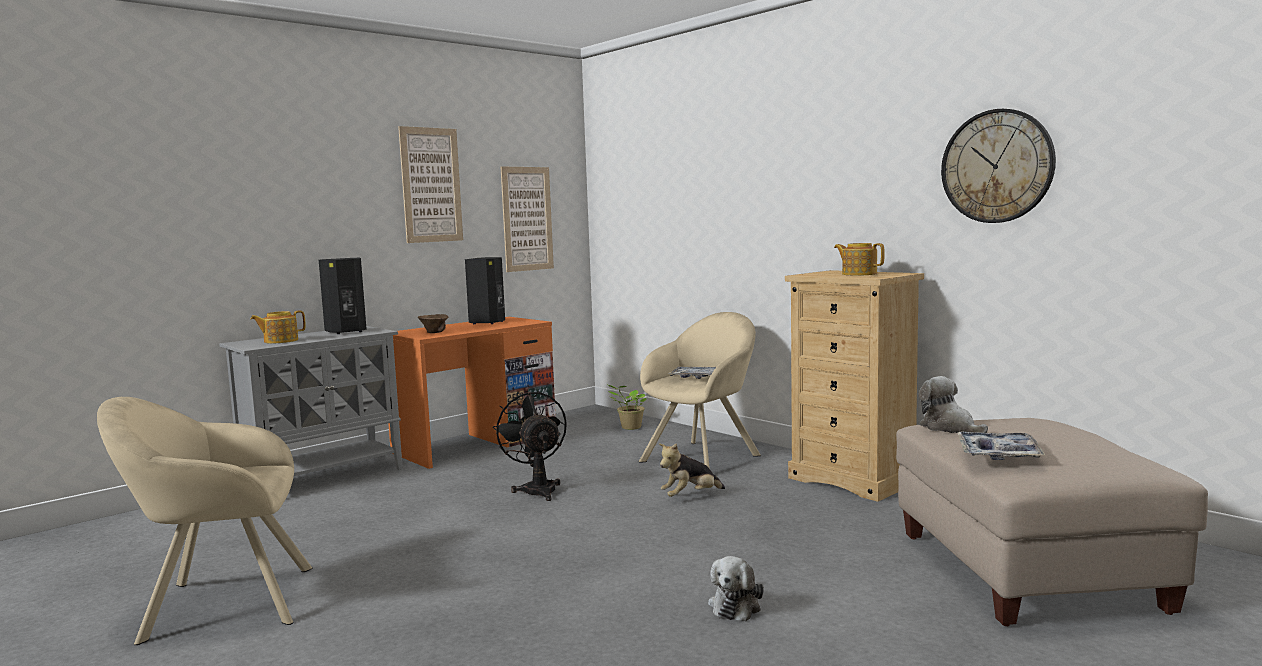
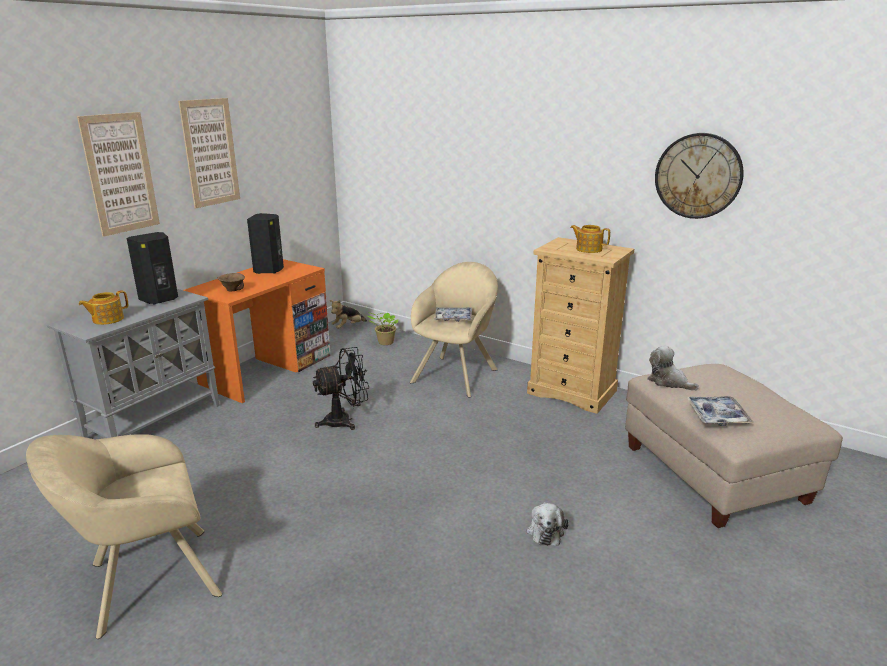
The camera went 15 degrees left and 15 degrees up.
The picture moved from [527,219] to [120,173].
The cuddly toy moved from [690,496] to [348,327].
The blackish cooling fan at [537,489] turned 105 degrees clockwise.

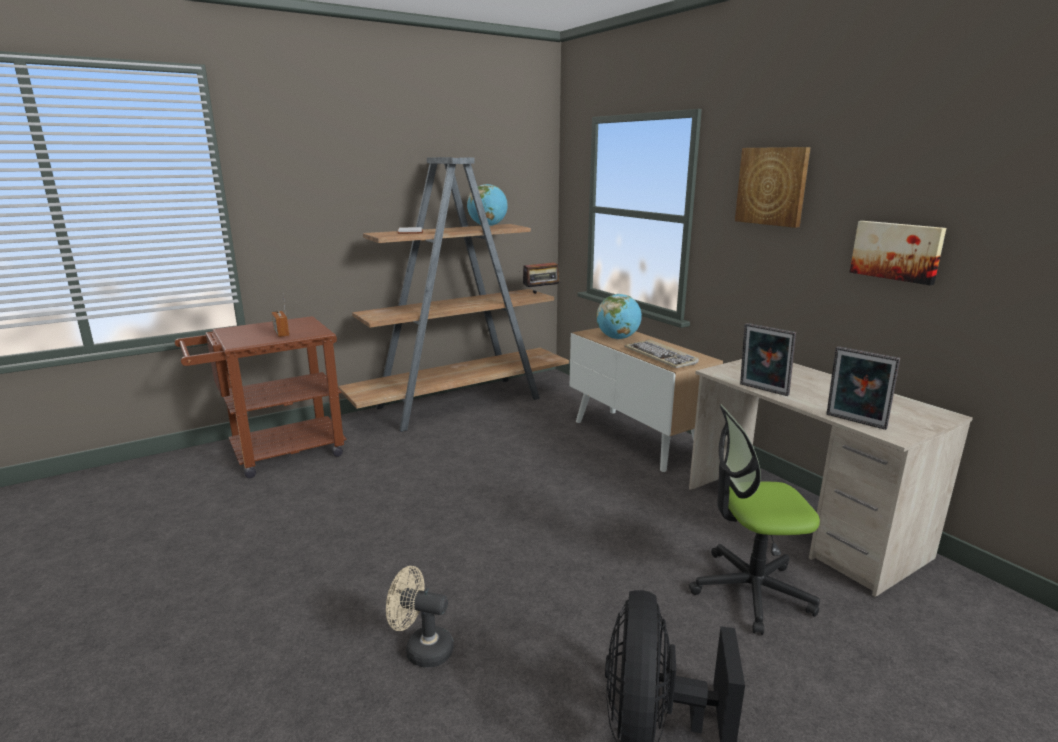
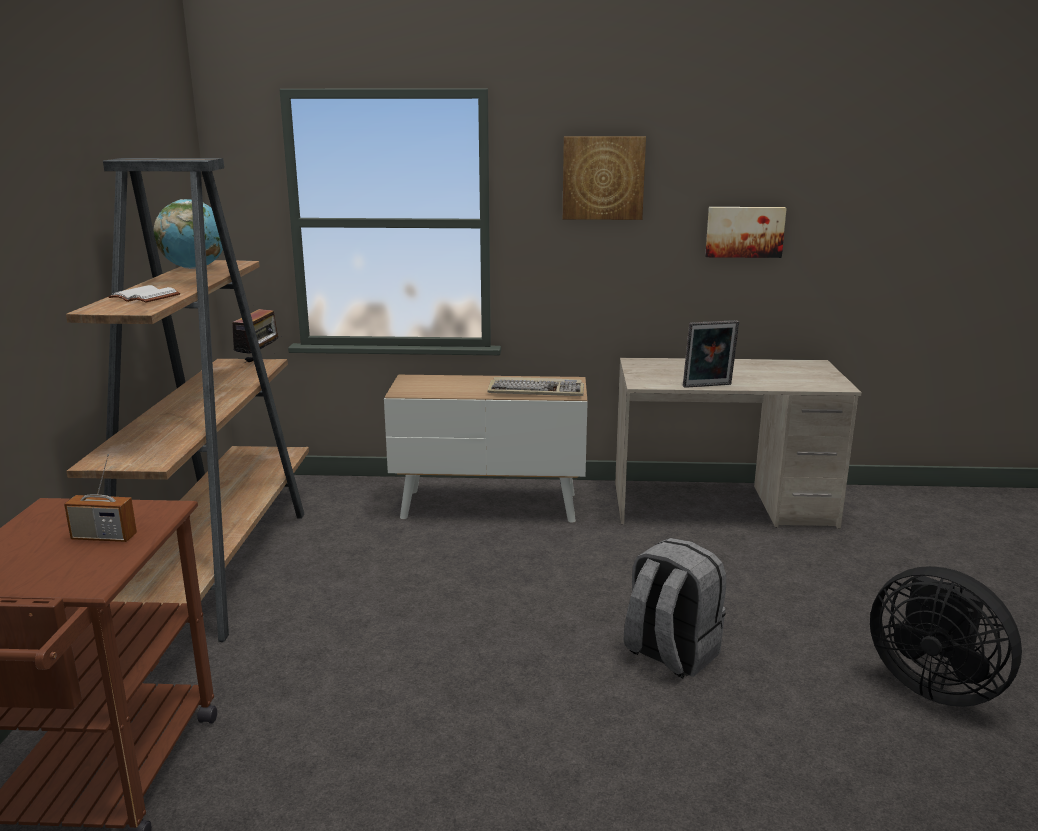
The camera went 55 degrees left and 0 degrees up.
The beige-coloured cooling fan at [422,649] disappeared.
The desk globe at [618,338] disappeared.
The office chair at [750,590] disappeared.
The standing frame at [854,422] disappeared.
The greyish backpack at [670,654] appeared.

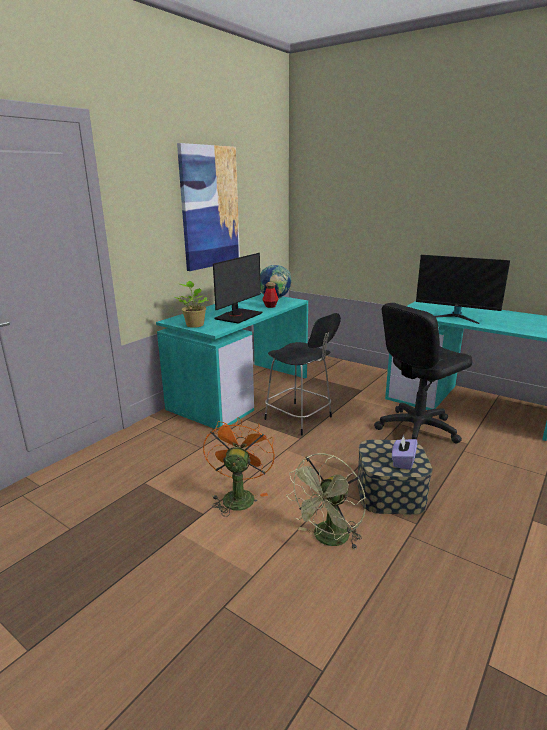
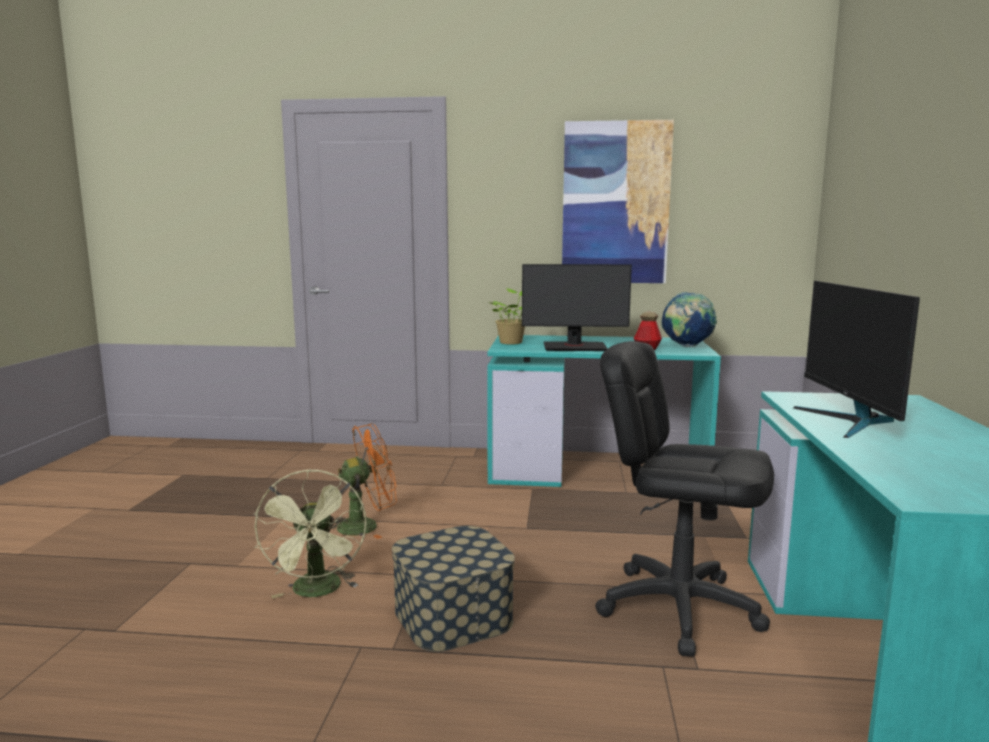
The camera went 60 degrees right and 10 degrees down.
The blackish chair at [300,419] disappeared.
The purplish tissue box at [403,461] disappeared.
The green cooling fan at [328,540] turned 105 degrees counterclockwise.

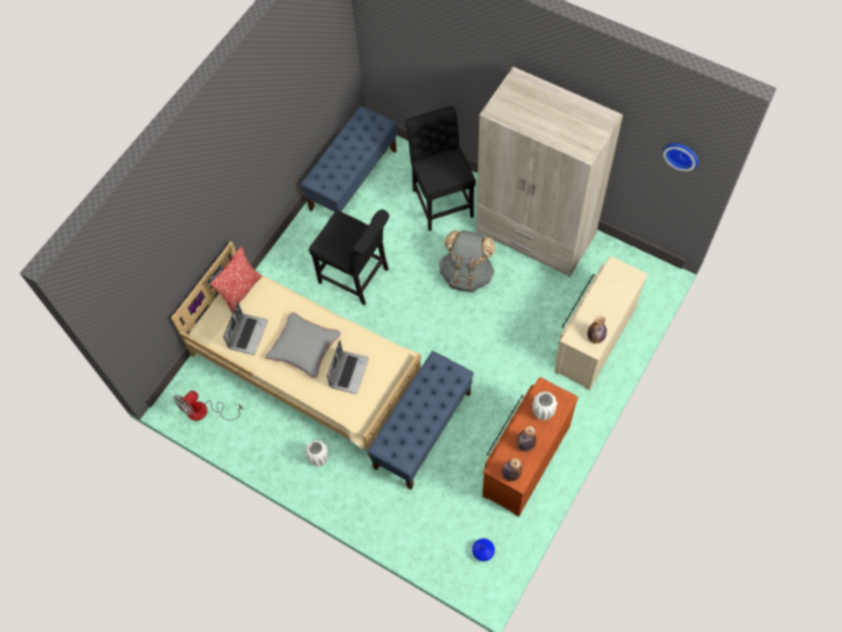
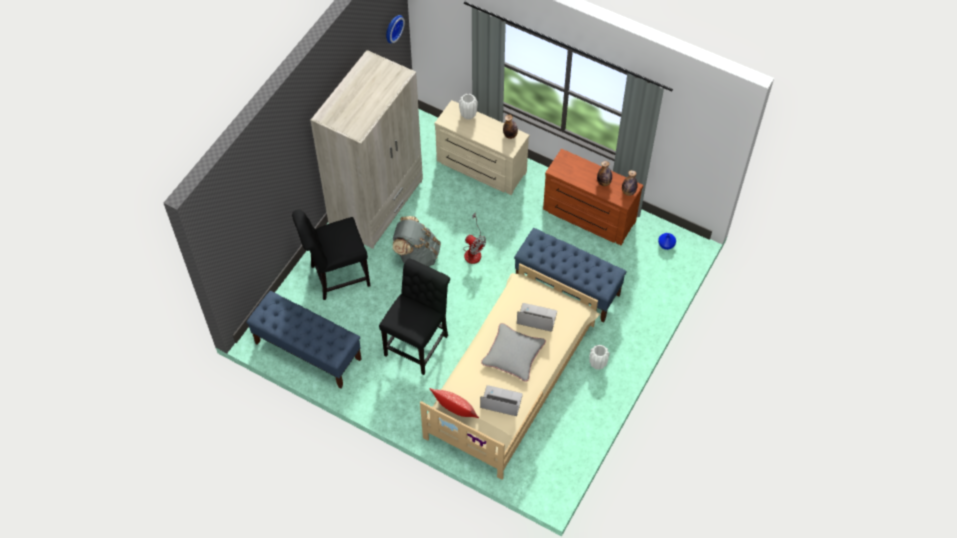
The camera went 95 degrees left and 5 degrees down.
The cooling fan moved from [205,412] to [473,250].
The white decorative vase moved from [542,412] to [468,115].

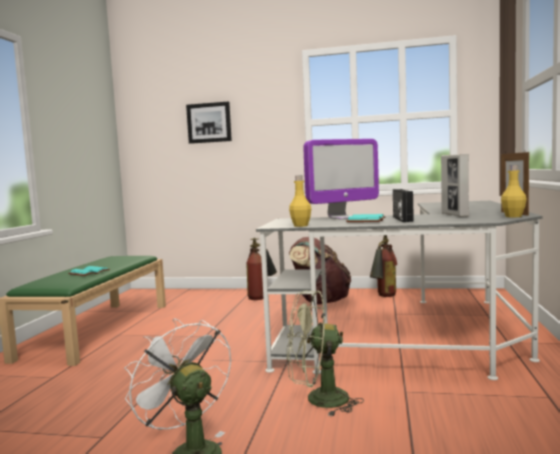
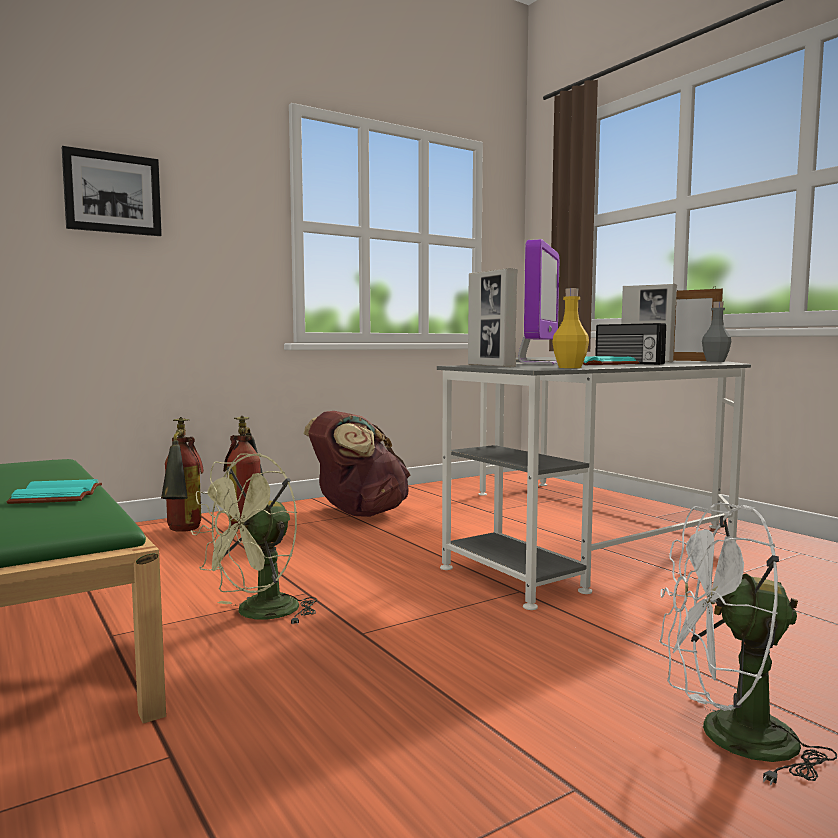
The camera went 45 degrees left and 0 degrees up.
The standing frame at [491,366] appeared.
The green cooling fan moved from [318,401] to [258,614].
The fire extinguisher moved from [383,297] to [181,532].
The yellow bottle at [513,216] became the greyish bottle at [715,361].

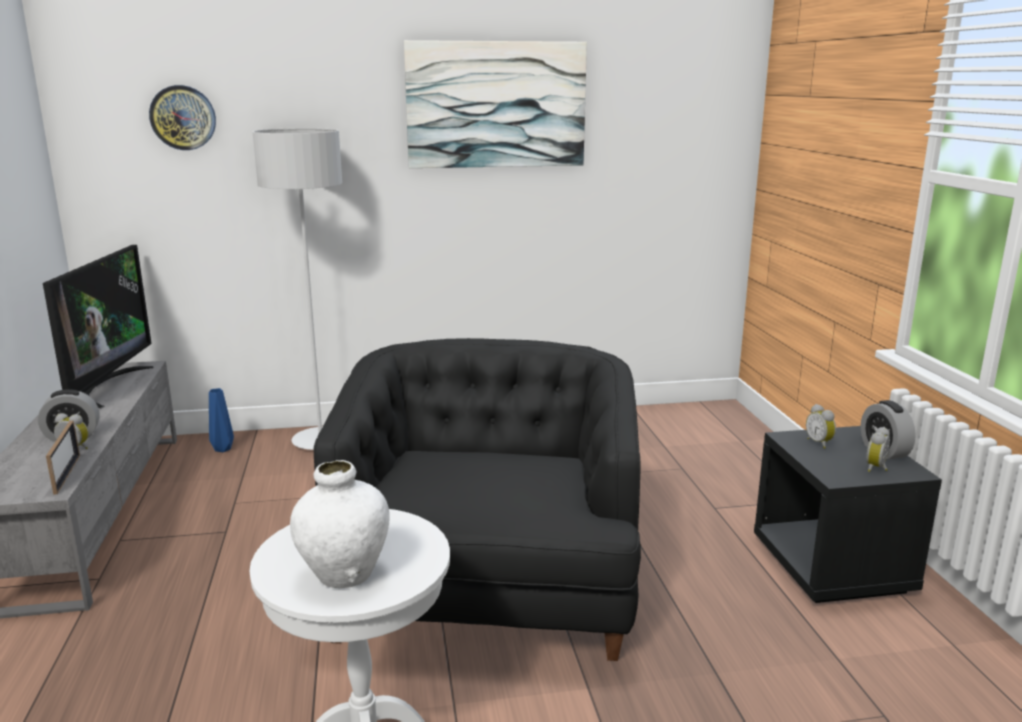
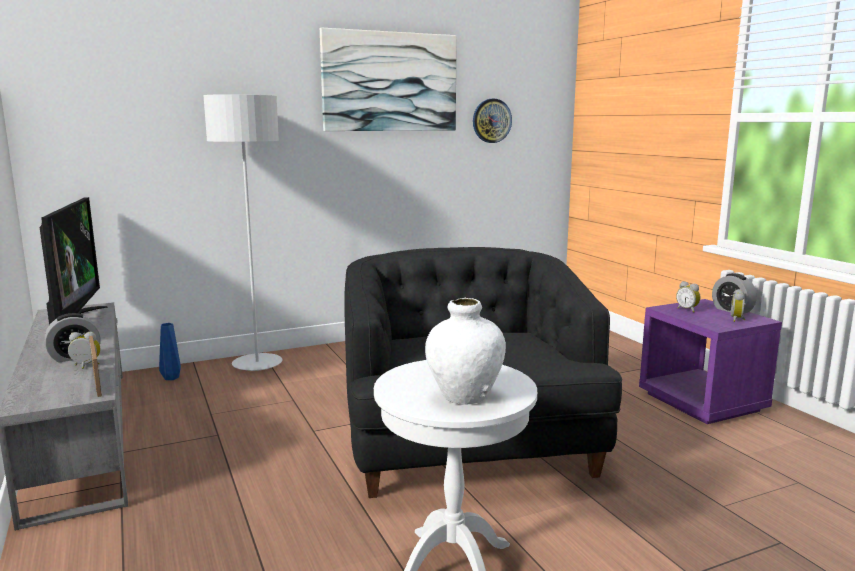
The camera went 15 degrees left and 5 degrees down.
The wall clock moved from [183,117] to [491,120].
The blackish night table at [832,567] became the purplish night table at [702,402].

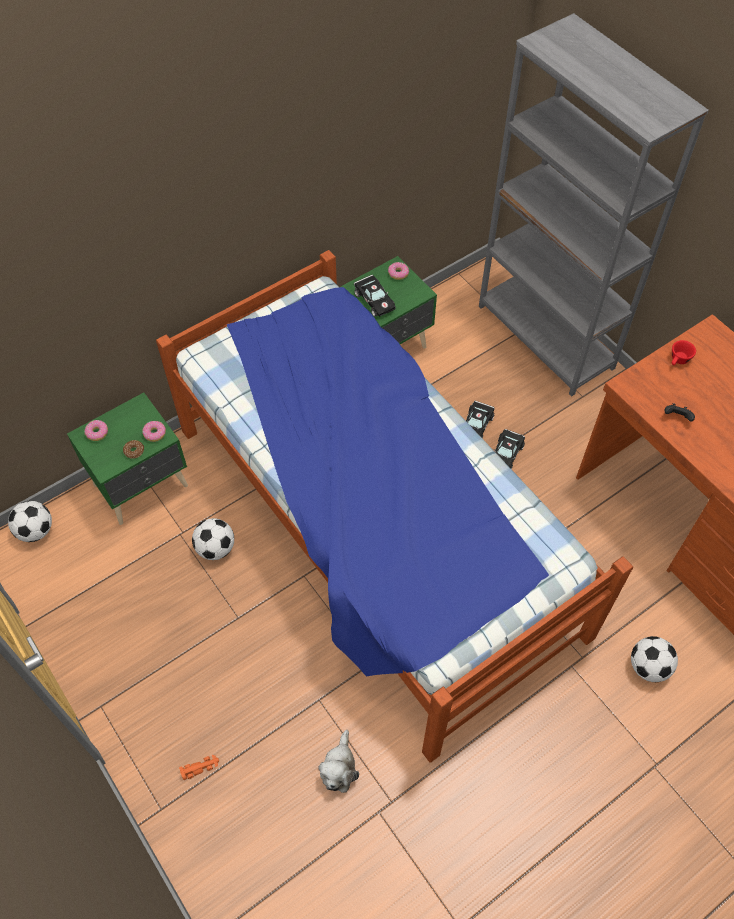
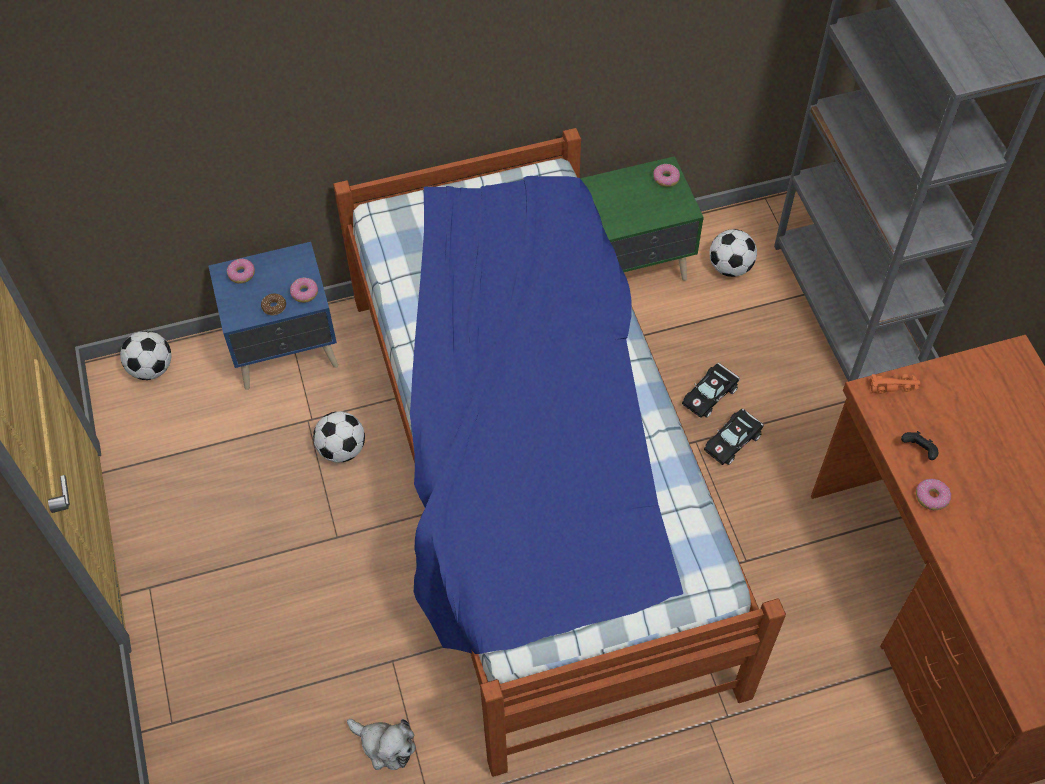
The camera went 20 degrees right and 0 degrees up.
The blackish model car at [374,300] disappeared.
The red small cup at [678,361] disappeared.
The ring doughnut at [931,497] appeared.
The orange-coloured model car moved from [200,767] to [894,386].
The ball for football moved from [648,667] to [730,267].
The green night table at [143,486] became the blue-coloured night table at [287,352].
The cuddly toy at [339,767] turned 90 degrees counterclockwise.

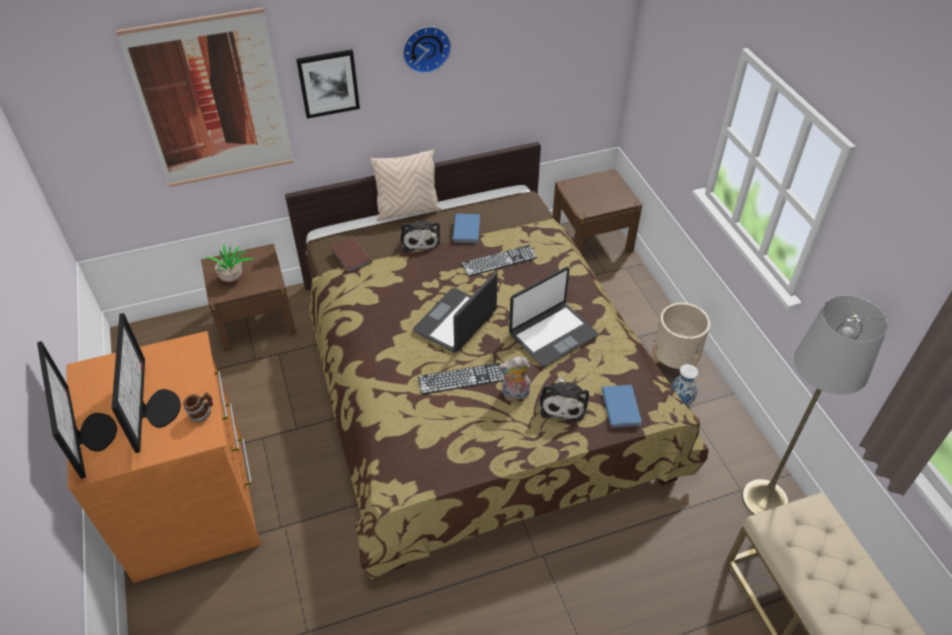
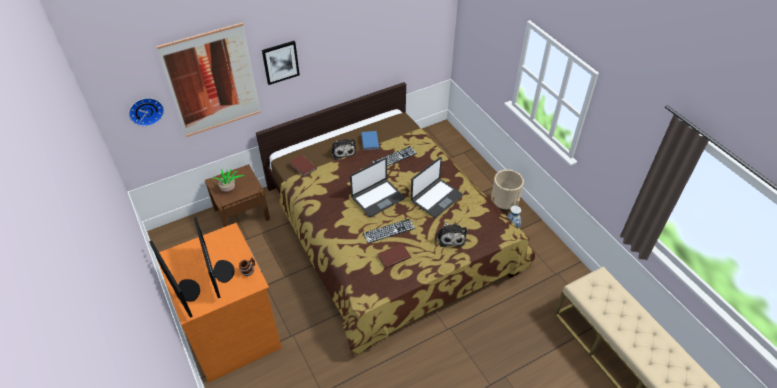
The camera went 10 degrees left and 0 degrees up.
The beige-coloured throw pillow at [407,211] disappeared.
The cuddly toy at [515,394] disappeared.
The brownish night table at [591,240] disappeared.
The blue-coloured bound book at [622,406] disappeared.
The greyish floor lamp at [765,499] disappeared.
The brownish bound book at [393,256] appeared.
The wall clock moved from [425,48] to [145,110].
The notebook computer at [456,322] turned 150 degrees counterclockwise.

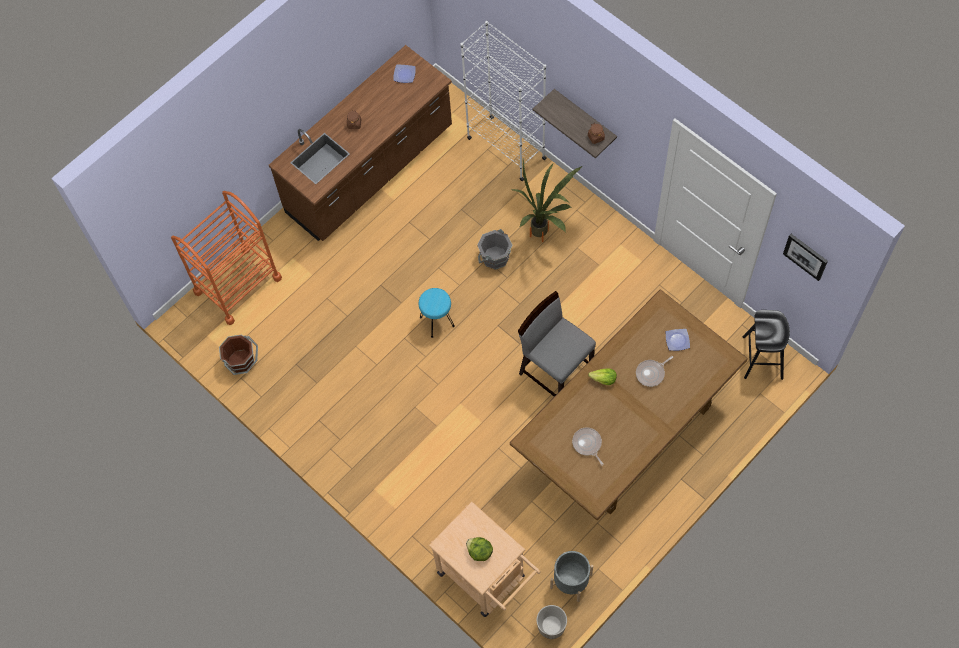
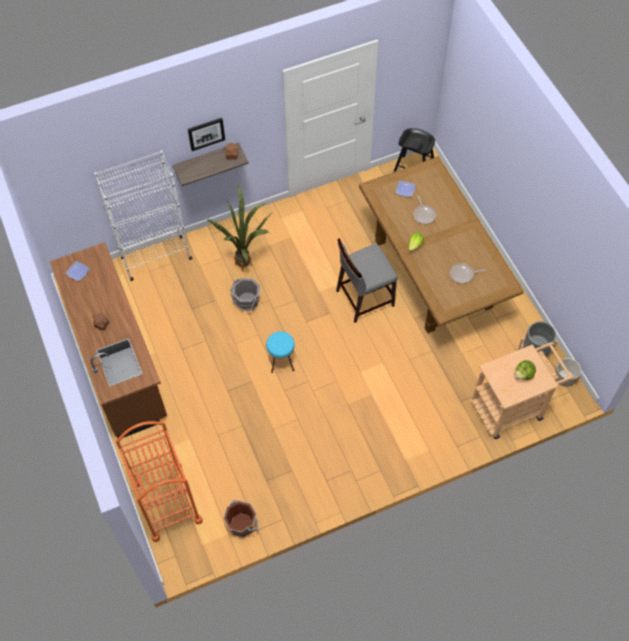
The camera went 70 degrees left and 5 degrees down.
The picture moved from [806,256] to [206,133].

